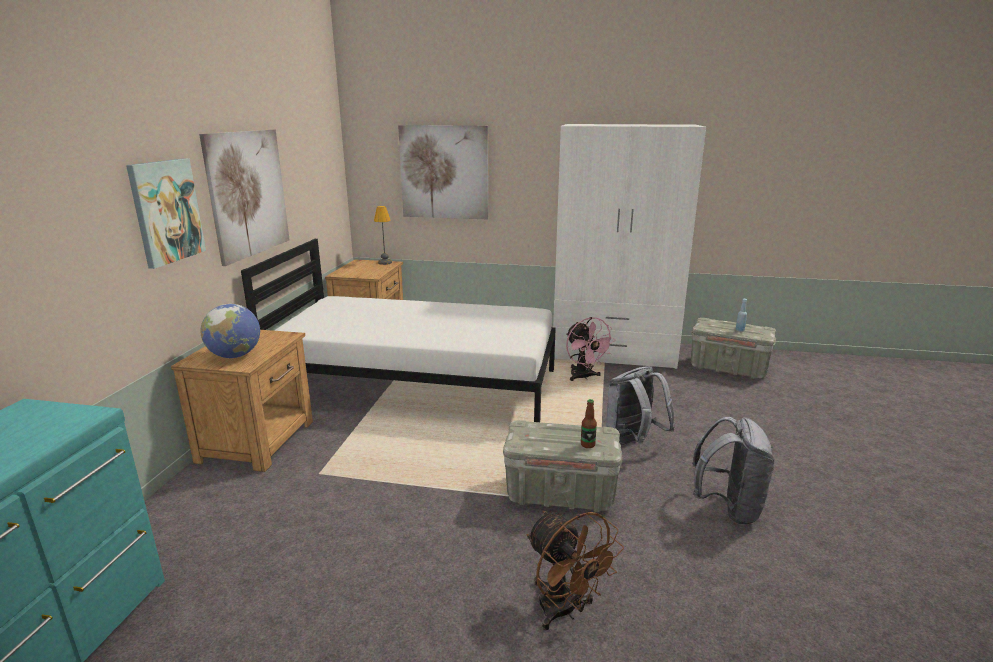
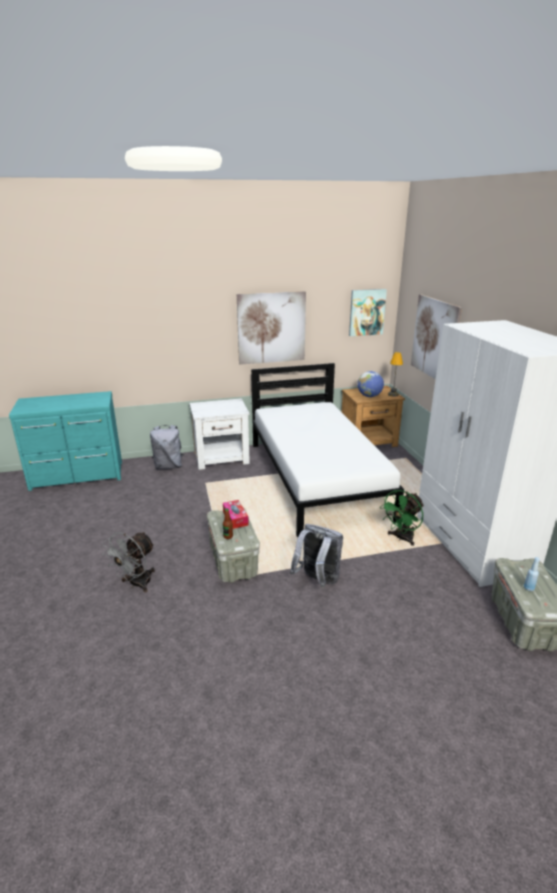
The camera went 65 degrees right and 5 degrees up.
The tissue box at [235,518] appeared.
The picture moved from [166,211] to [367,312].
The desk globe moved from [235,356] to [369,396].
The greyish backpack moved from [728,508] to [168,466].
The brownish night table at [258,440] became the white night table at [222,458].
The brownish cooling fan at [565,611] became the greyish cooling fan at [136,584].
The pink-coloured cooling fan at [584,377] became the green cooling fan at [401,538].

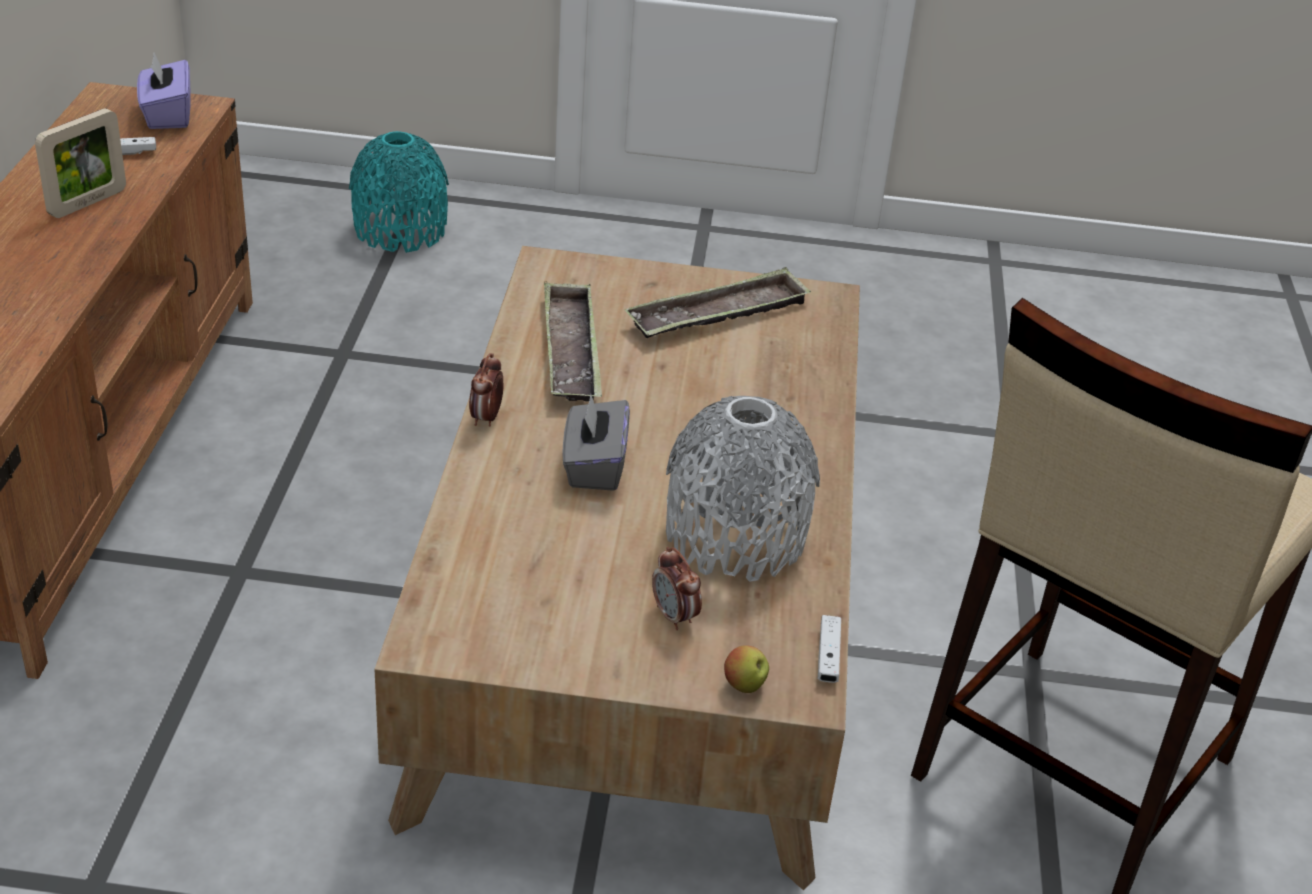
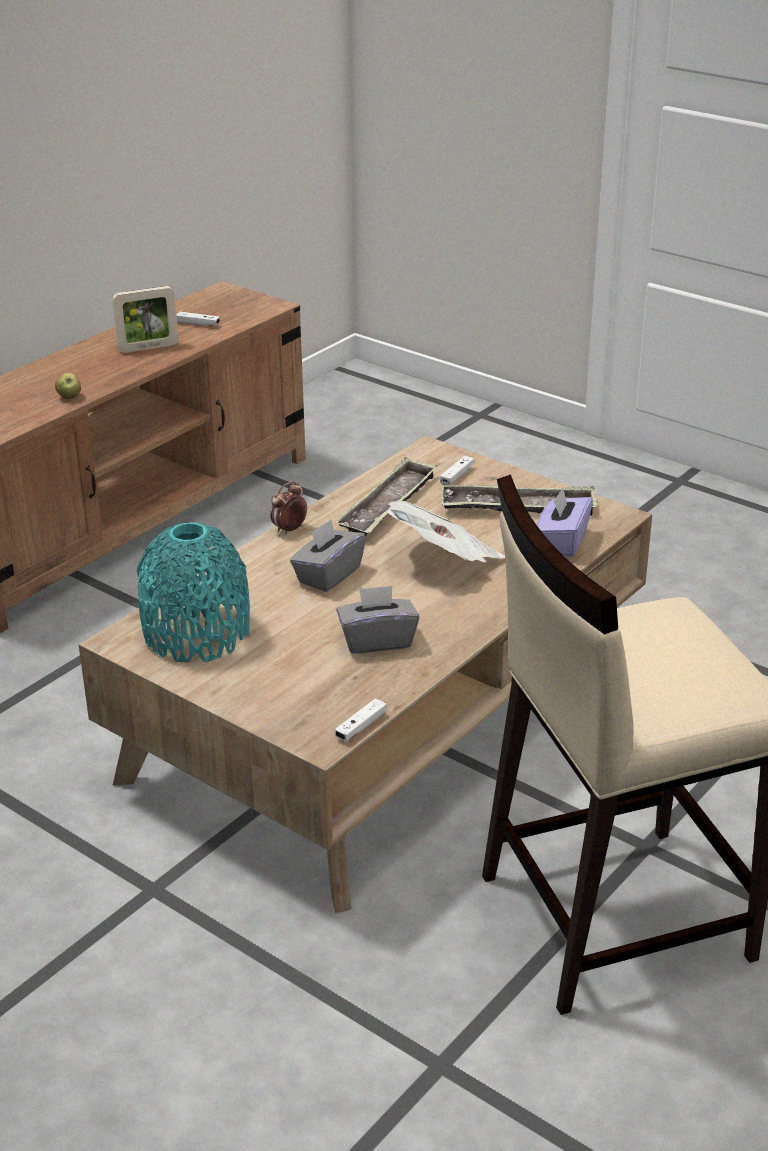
The camera went 35 degrees right and 5 degrees down.
The table clock at [674,616] disappeared.
The printed paper at [446,560] appeared.
The white gamepad at [457,476] appeared.
The purplish tissue box moved from [167,115] to [562,542].
The turquoise-coloured decorative vase moved from [400,230] to [197,633].
The apple moved from [744,685] to [69,397].
The greyish decorative vase at [735,537] was replaced by the greyish tissue box at [377,641].

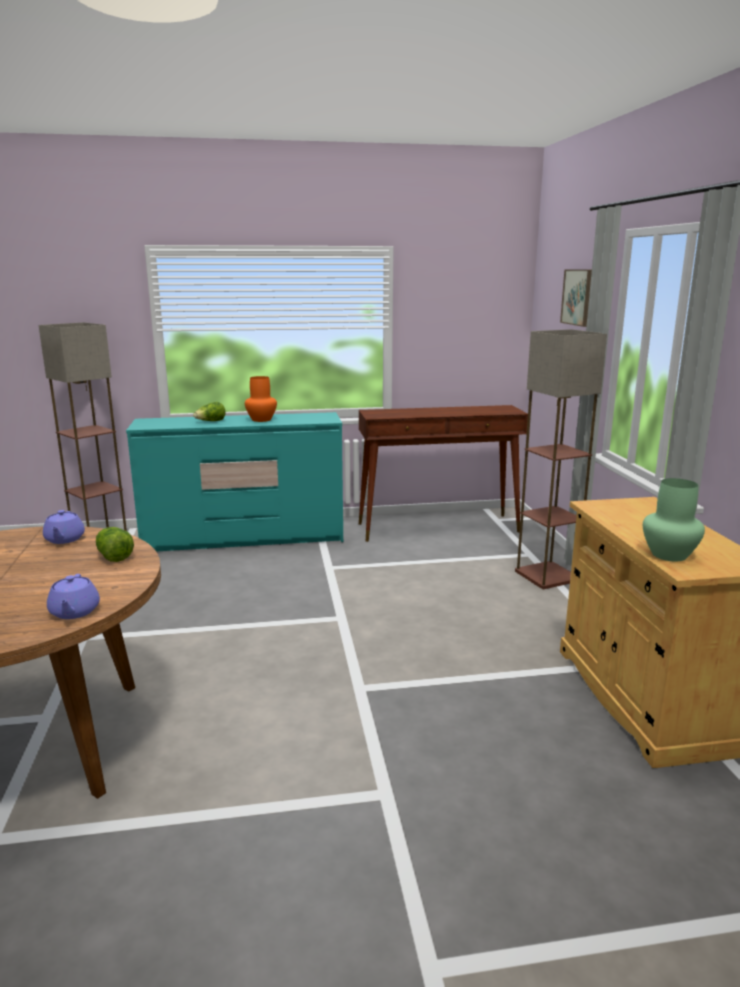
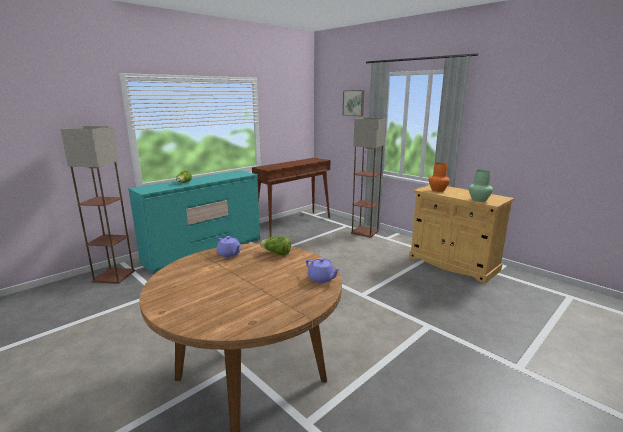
The camera went 35 degrees left and 0 degrees up.
The orange-coloured decorative vase moved from [261,419] to [437,190].

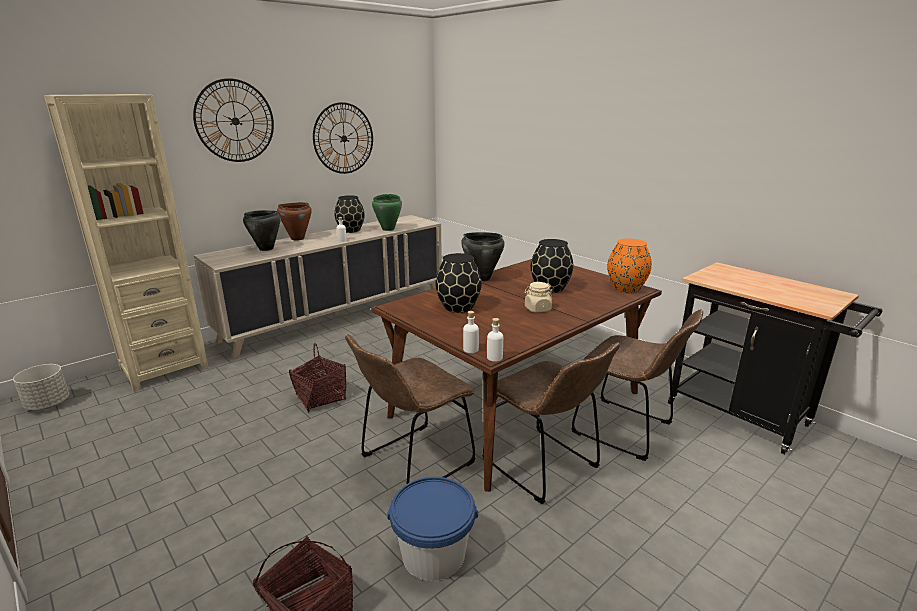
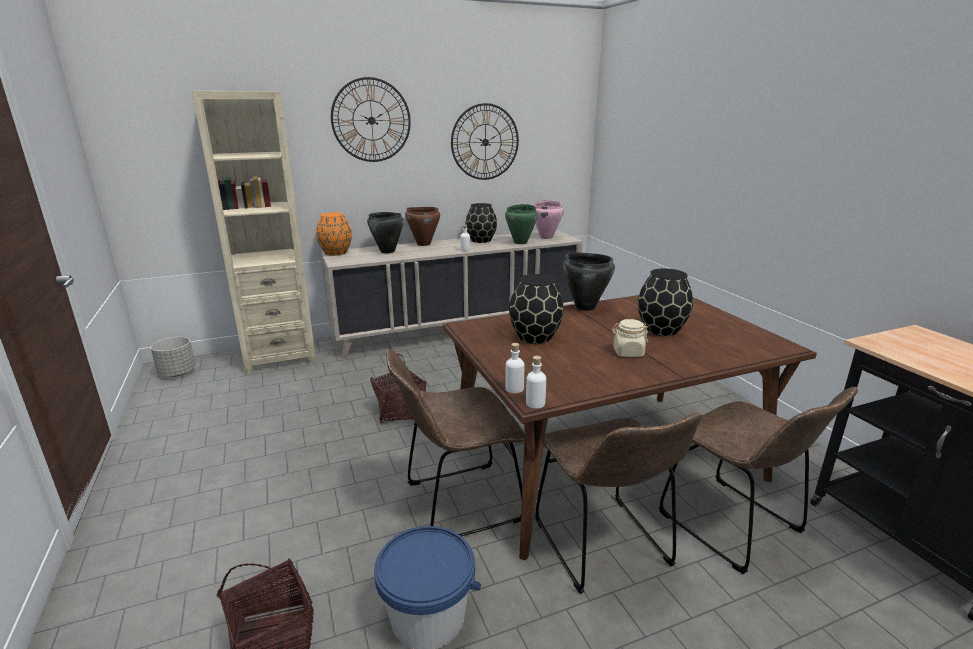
The camera went 20 degrees right and 0 degrees up.
The pink-coloured cooking pot at [546,237] appeared.
The orange-coloured decorative vase moved from [626,288] to [336,253].

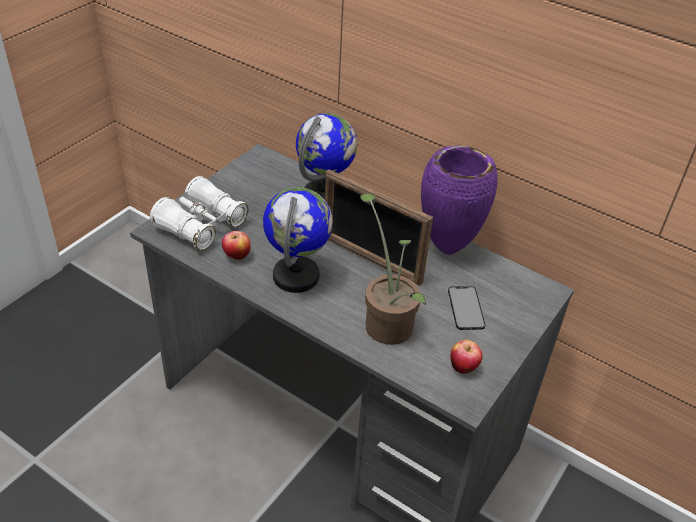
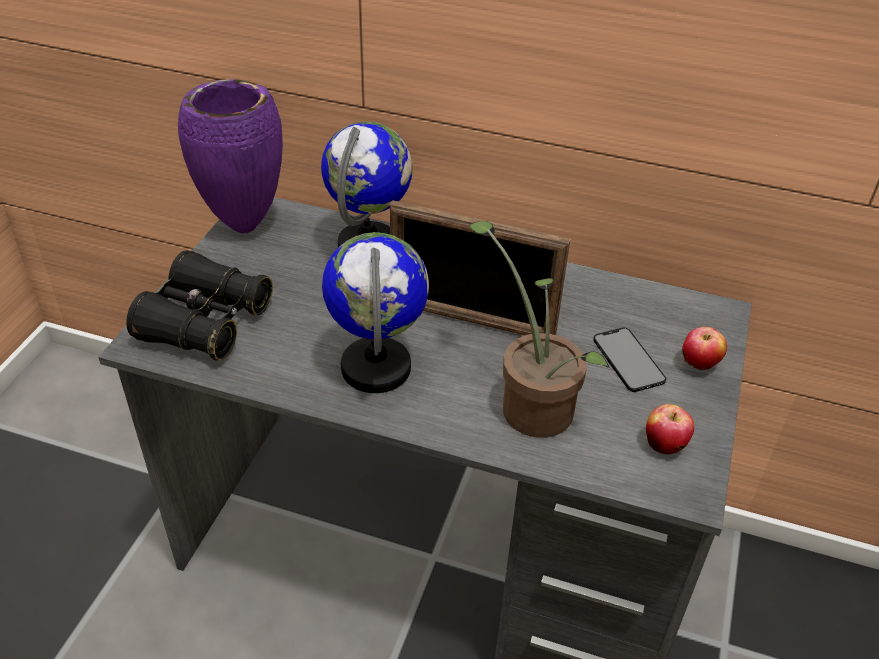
The camera went 15 degrees left and 0 degrees up.
The apple moved from [236,256] to [699,365].
The purplish decorative vase moved from [447,247] to [244,225].
The white binoculars at [201,225] became the blackish binoculars at [205,322].

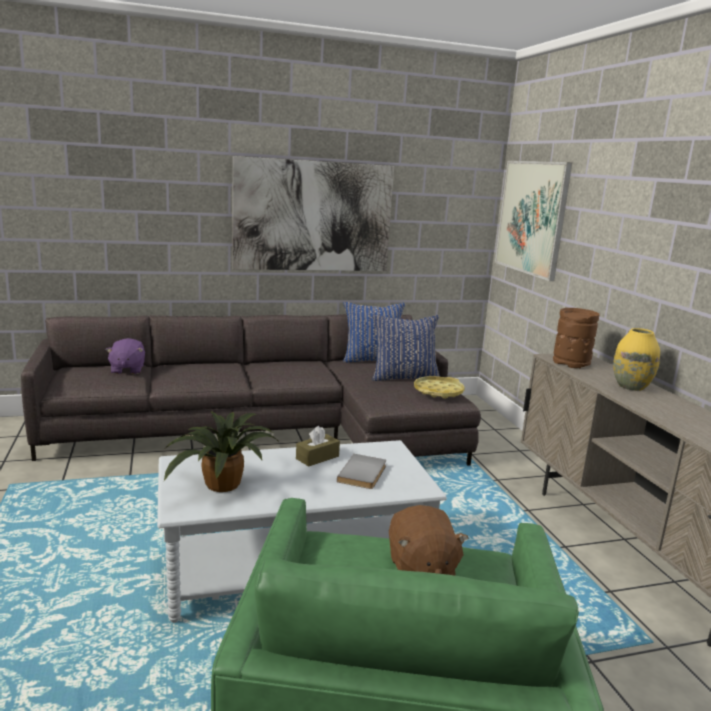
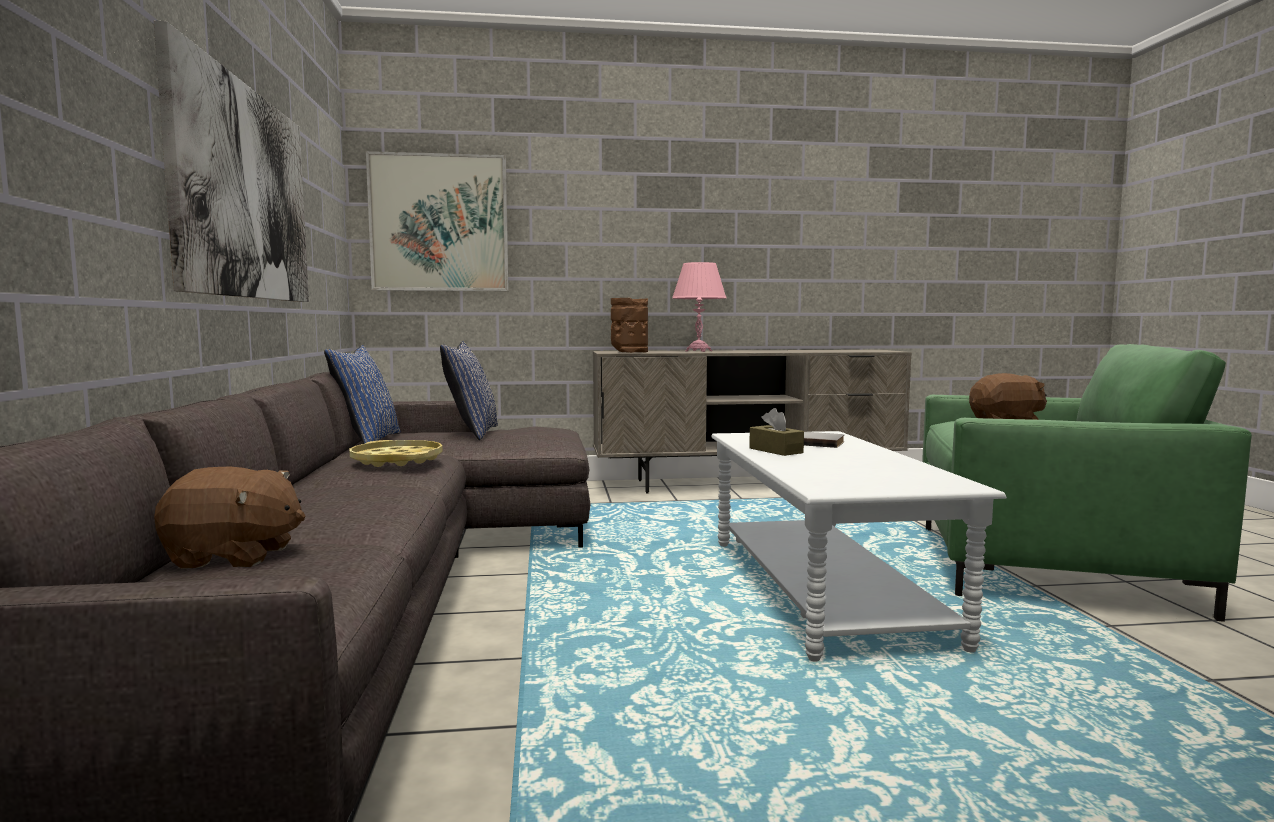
The camera went 80 degrees left and 10 degrees down.
The houseplant at [221,486] disappeared.
The yellow serving tray moved from [438,391] to [397,460].
The yellow decorative vase at [630,386] was replaced by the pink-coloured tabletop lamp at [698,351].
The purplish cuddly toy at [127,370] became the brownish cuddly toy at [234,557].

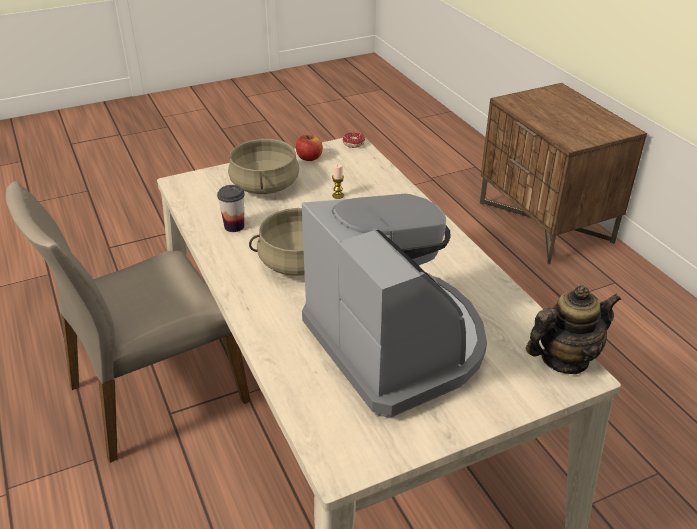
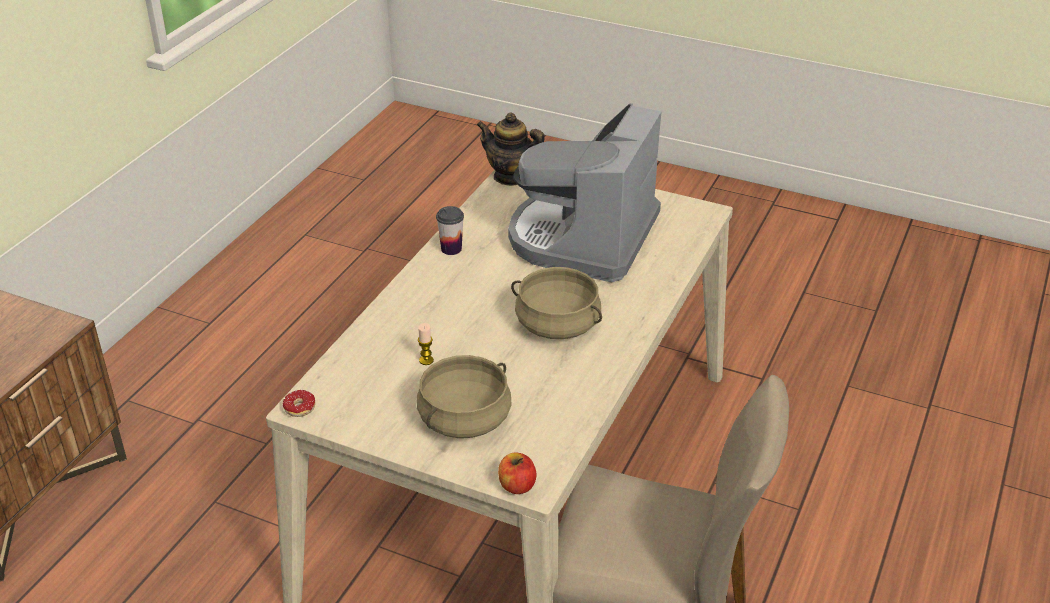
The camera went 130 degrees left and 0 degrees up.
The small cup moved from [234,226] to [451,249].
The apple moved from [309,158] to [517,485].

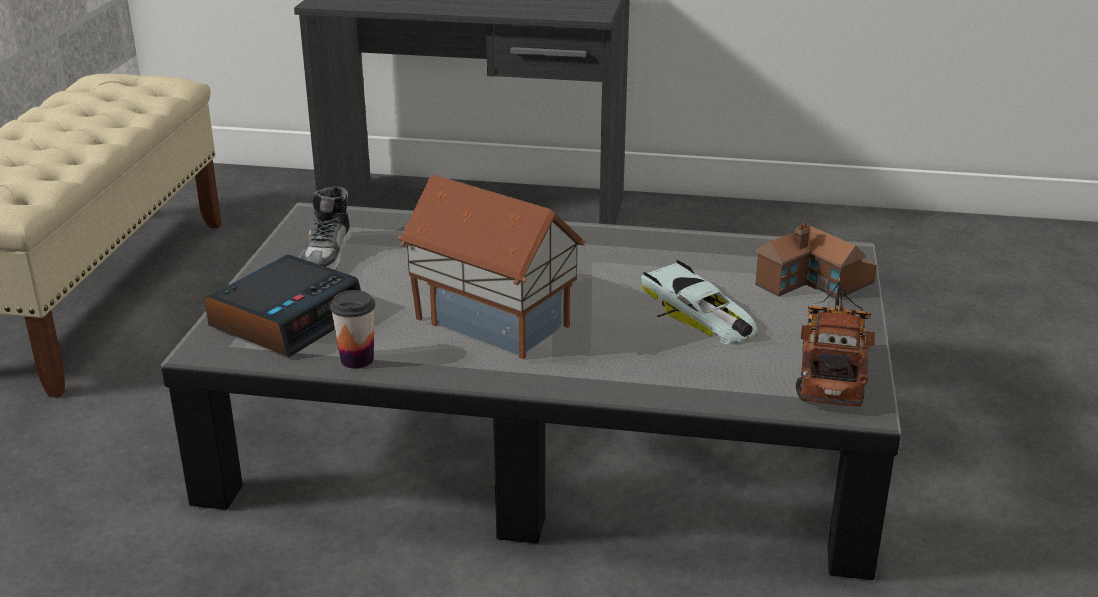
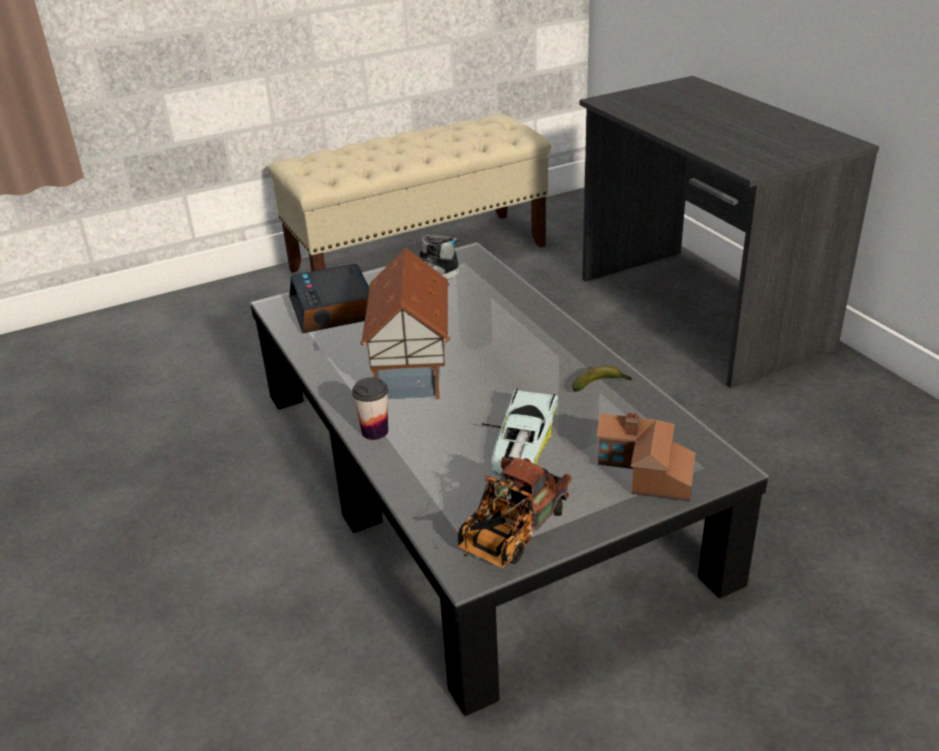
The camera went 55 degrees right and 5 degrees up.
The banana at [601,385] appeared.
The small cup moved from [357,359] to [375,431].
The table clock at [287,319] turned 75 degrees clockwise.
The toy truck at [832,370] turned 150 degrees clockwise.

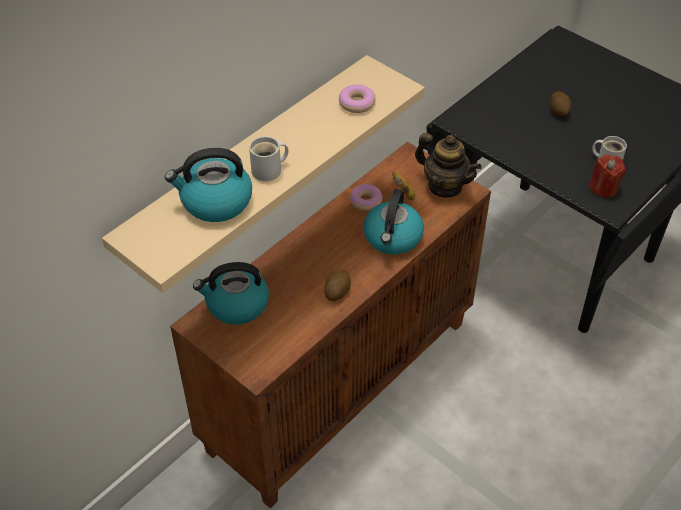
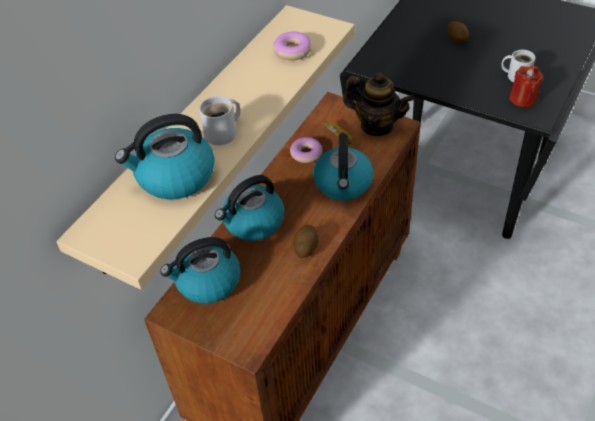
The camera went 10 degrees left and 0 degrees up.
The water kettle at [253,222] appeared.

